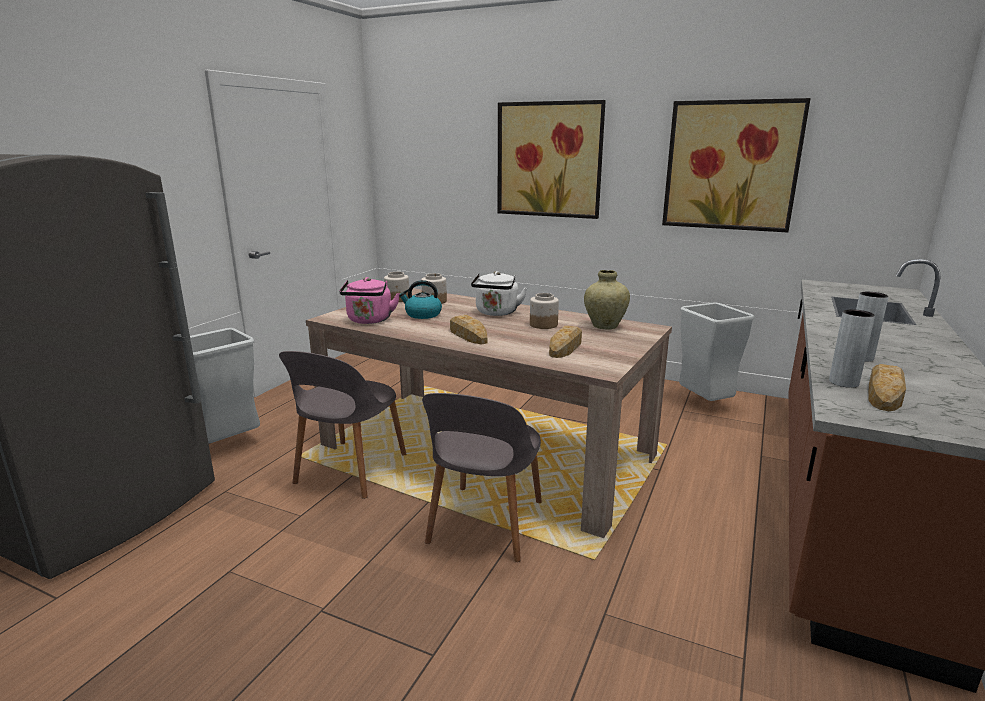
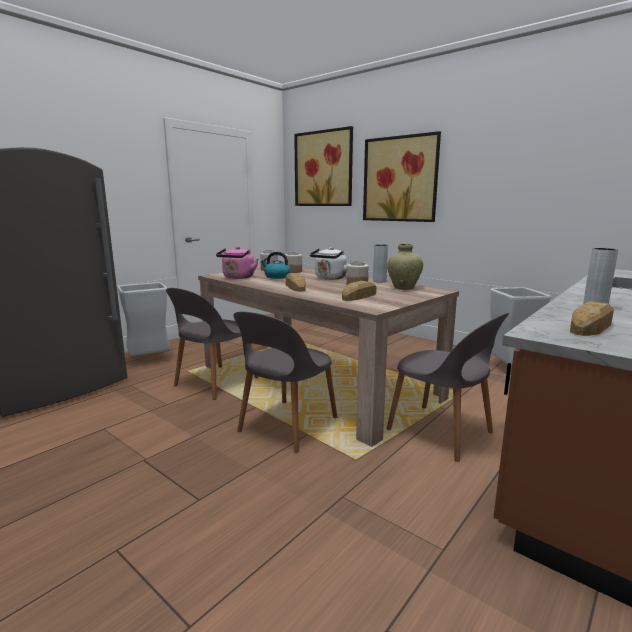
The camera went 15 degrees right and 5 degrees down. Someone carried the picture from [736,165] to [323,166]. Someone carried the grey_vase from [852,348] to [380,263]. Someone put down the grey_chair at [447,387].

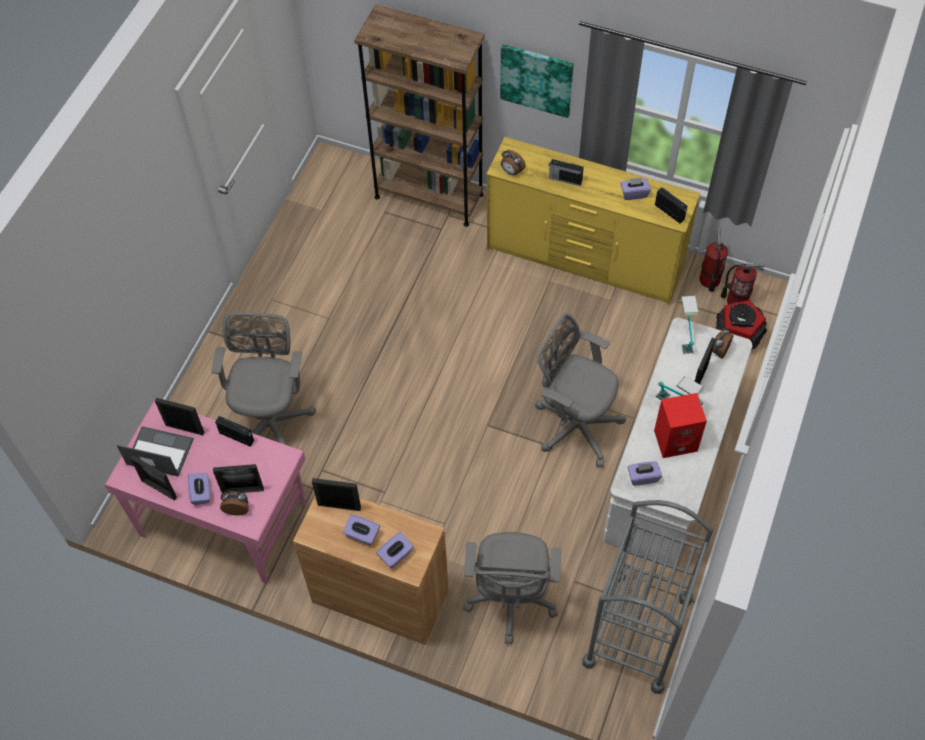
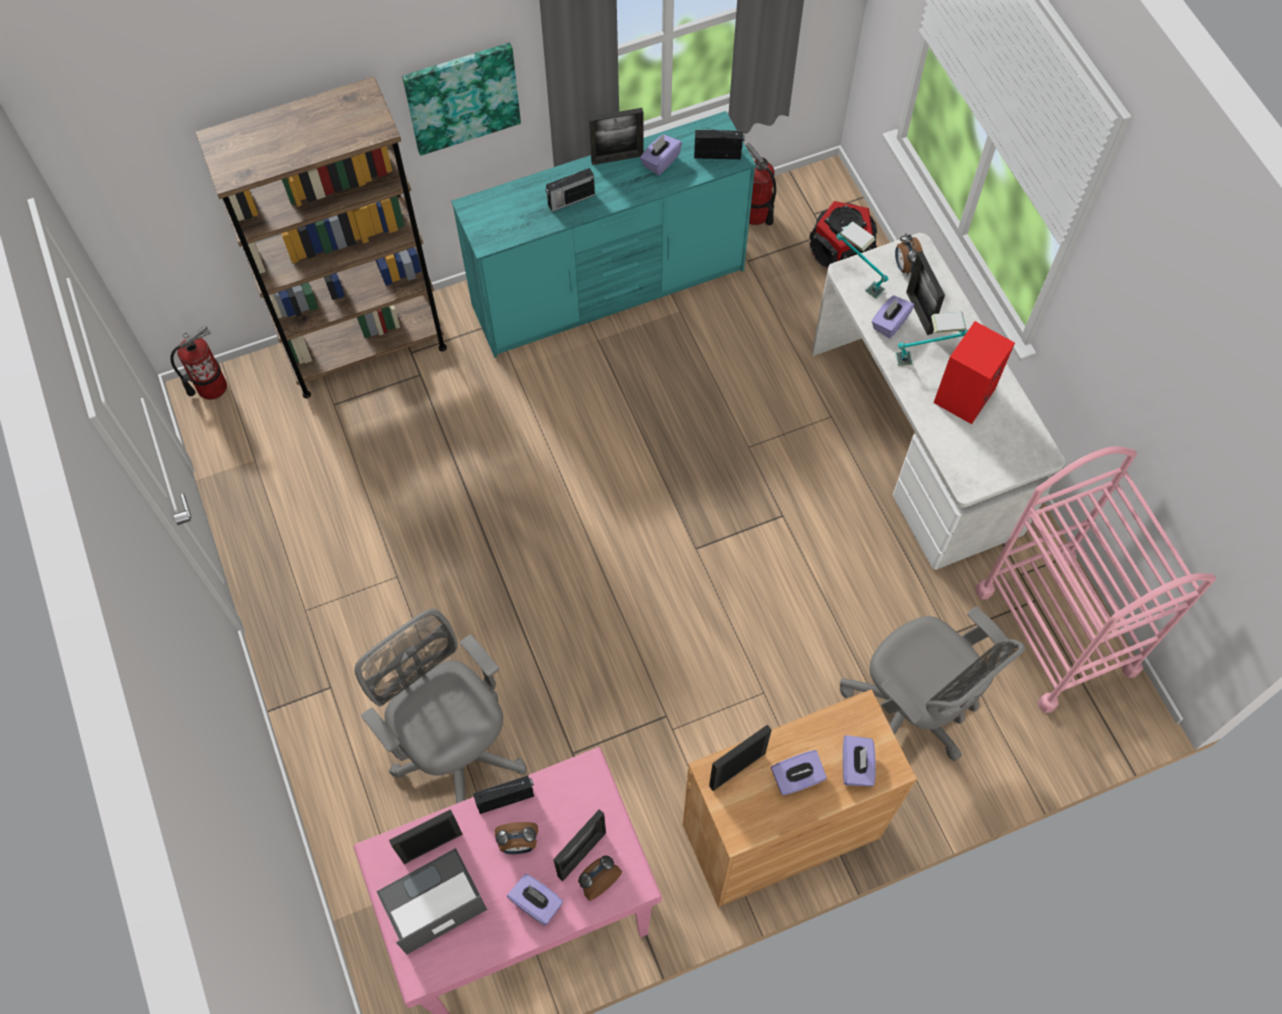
The camera went 45 degrees left and 5 degrees up. Someone carried the fire_extinguisher from [743,282] to [198,362]. Someone repainted the yellow_dresser at [593,221], which became the turquoise_dresser at [603,234]. Someone carried the alarm_clock from [513,163] to [516,838]. Someone carried the picture_frame from [153,478] to [616,136]. Someone carried the purple_tissue_box from [645,474] to [892,317]. Someone repainted the grey_cart at [647,597], which became the pink_cart at [1095,579]. Someone took away the grey_office_chair at [580,390].

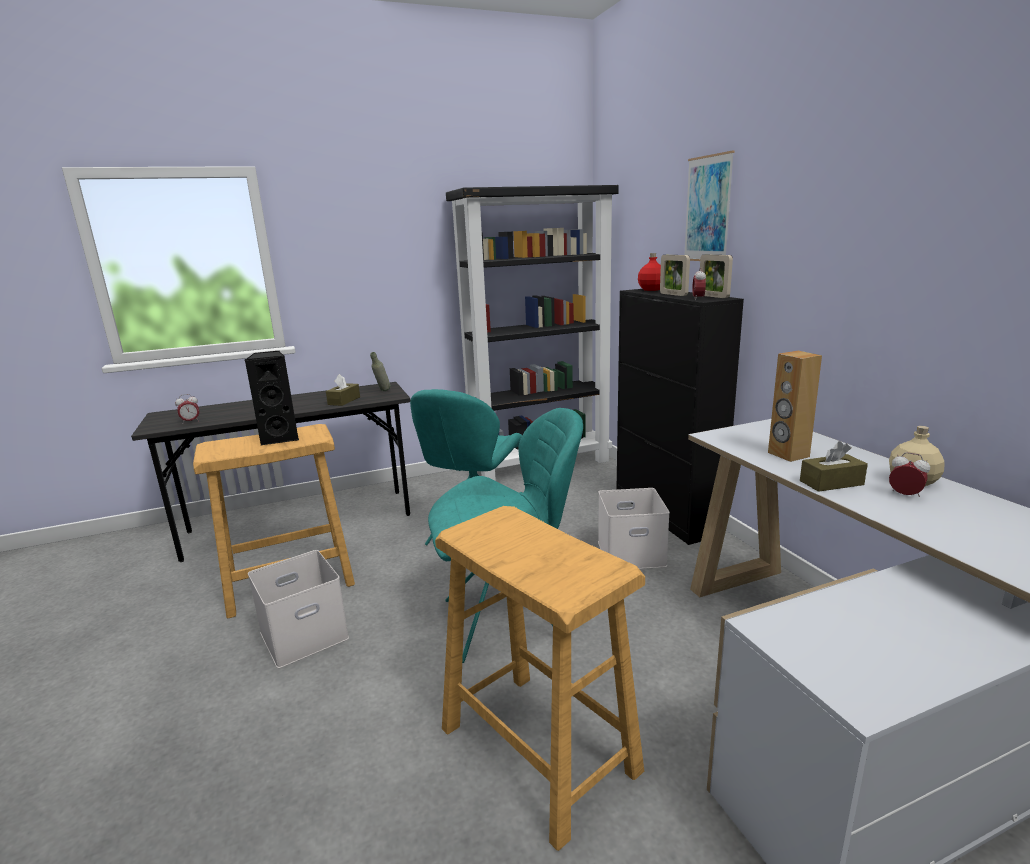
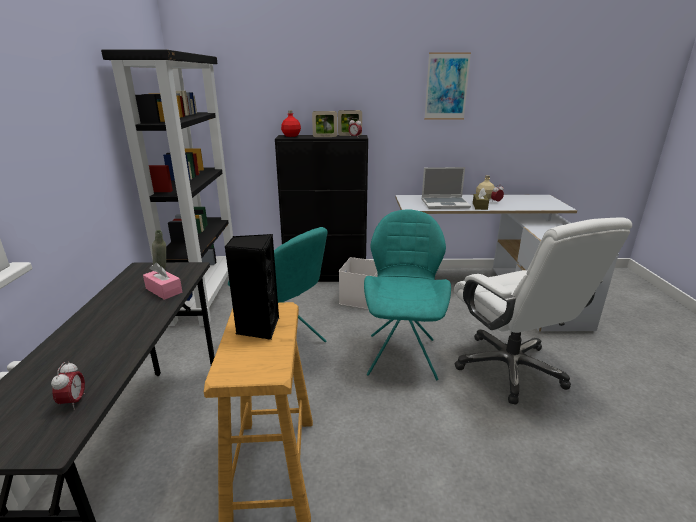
The camera went 70 degrees left and 5 degrees up. Someone repainted the brown_tissue_box at [343,390], which became the pink_tissue_box at [162,281]. Someone swapped the brown_speaker at [795,406] for the laptop at [446,188]. Someone carried the picture from [710,205] to [447,86]. Someone swapped the beige_stool at [540,678] for the white_office_chair at [543,311]. Someone took away the white_storage_box at [298,609].

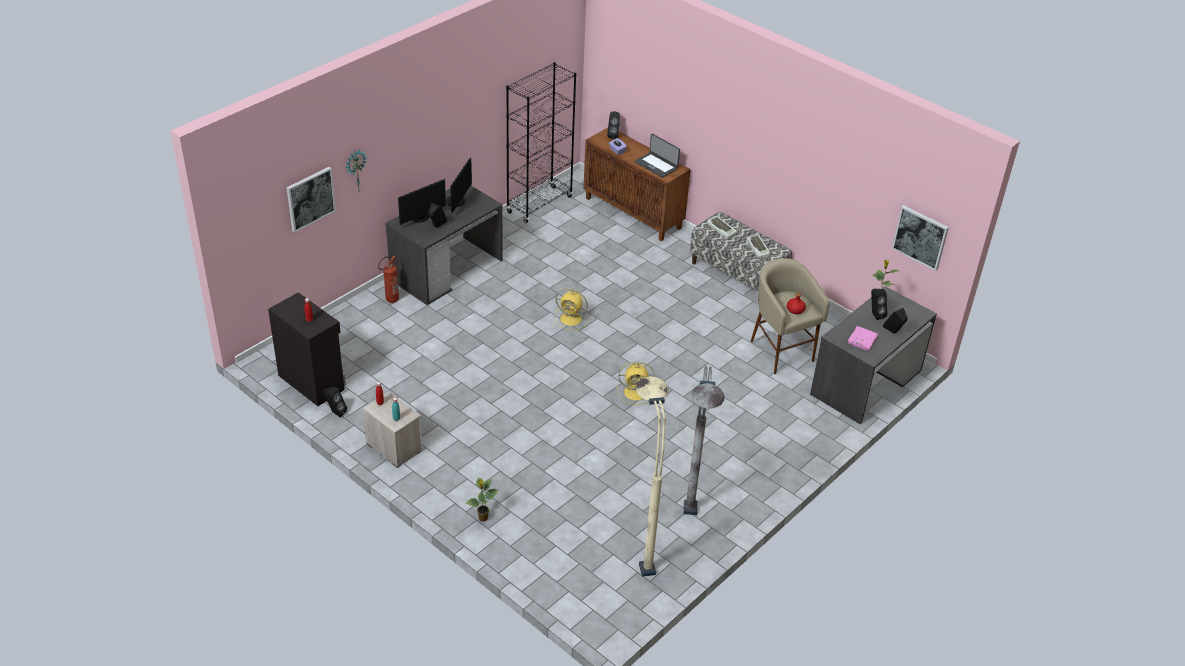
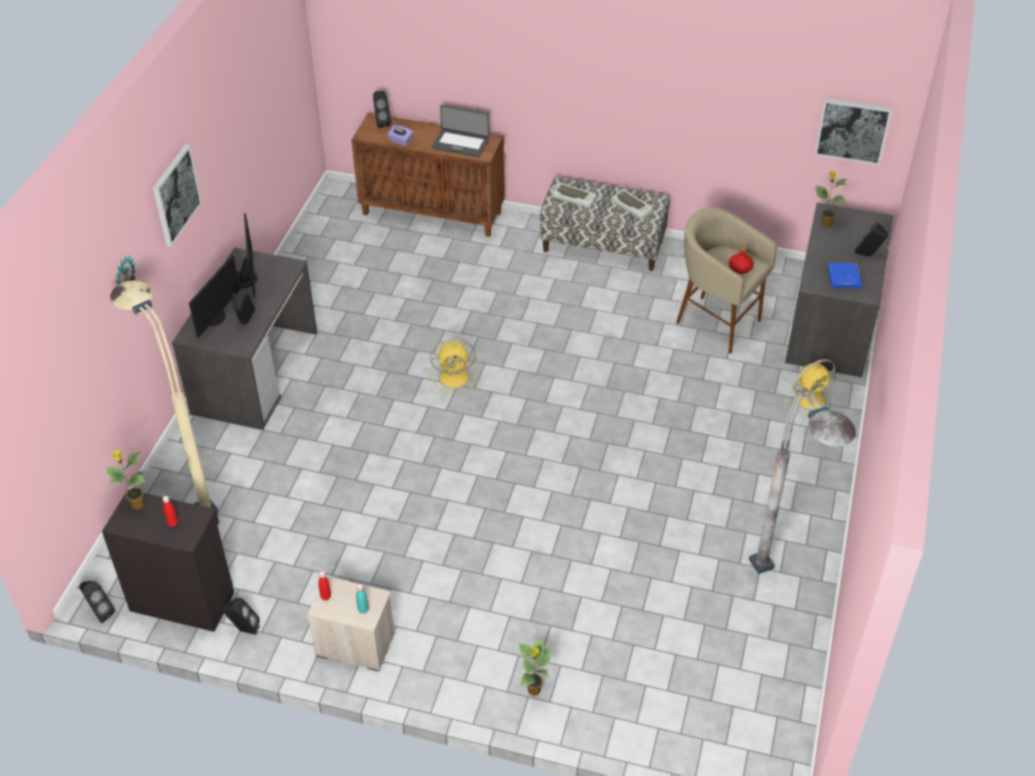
The camera went 25 degrees left and 5 degrees up. Someone carried the black_speaker from [879,304] to [97,602]. Someone put down the potted_plant at [125,480]. Someone carried the beige_floor_lamp from [652,477] to [164,396]. Someone carried the picture from [311,200] to [177,195]. Someone carried the yellow_fan from [636,383] to [810,387]. Someone repainted the pink_book at [863,338], which became the blue_book at [845,275]. Someone took away the fire_extinguisher at [388,279]. Someone took away the black_bookcase at [541,142].

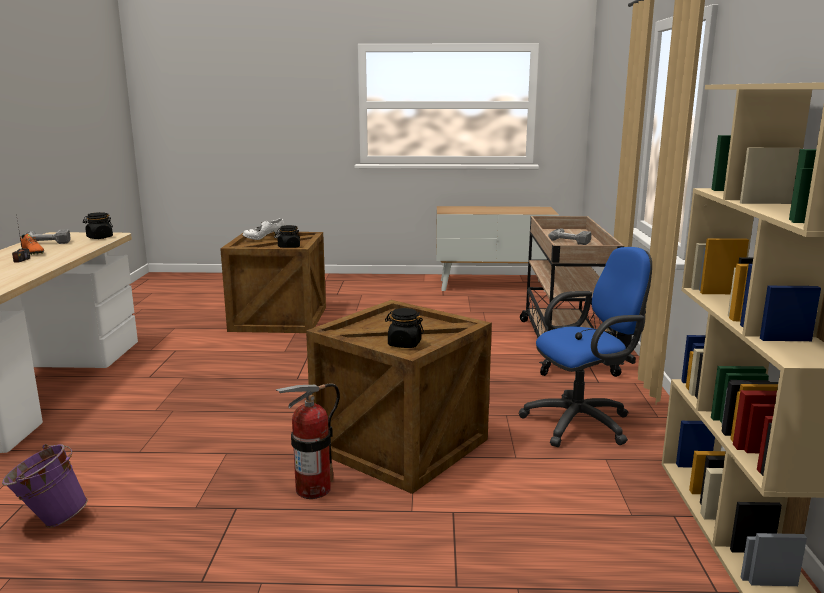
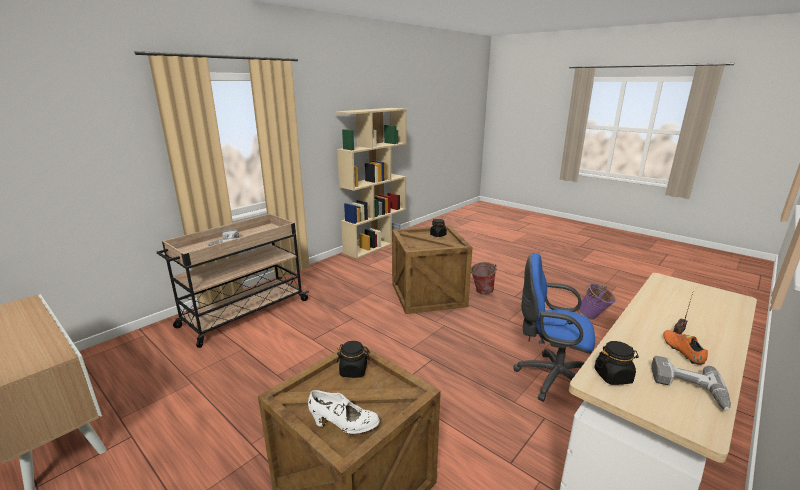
The camera went 140 degrees left and 5 degrees up. Someone swapped the fire_extinguisher at [308,441] for the bucket at [483,278]. Someone carried the blue_office_chair from [585,347] to [554,327].

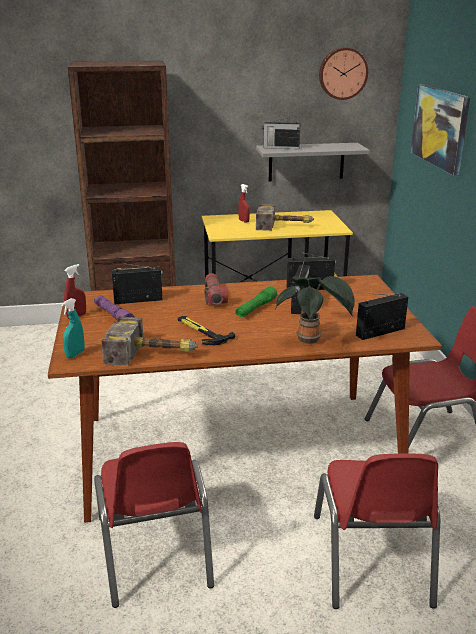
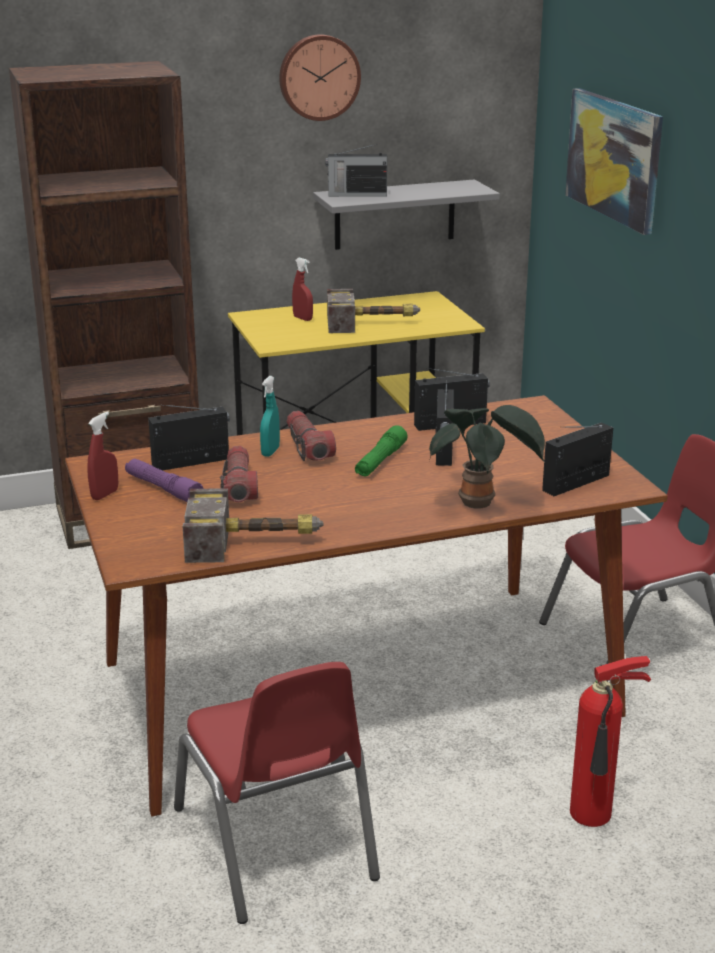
The camera went 10 degrees left and 0 degrees up. Someone put down the flashlight at [239,474]. Someone carried the turquoise_spray_bottle from [73,328] to [270,416]. Someone carried the wall_clock from [343,73] to [320,77]. Someone swapped the red_chair at [377,531] for the fire_extinguisher at [610,741]. Someone took away the hammer at [206,330].

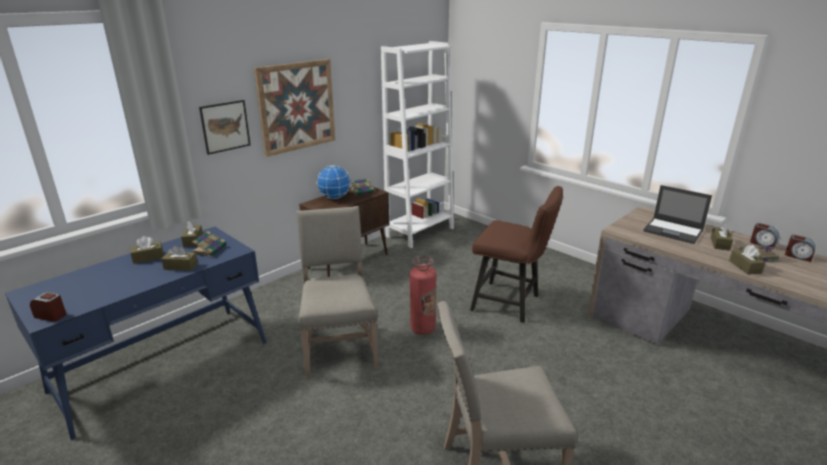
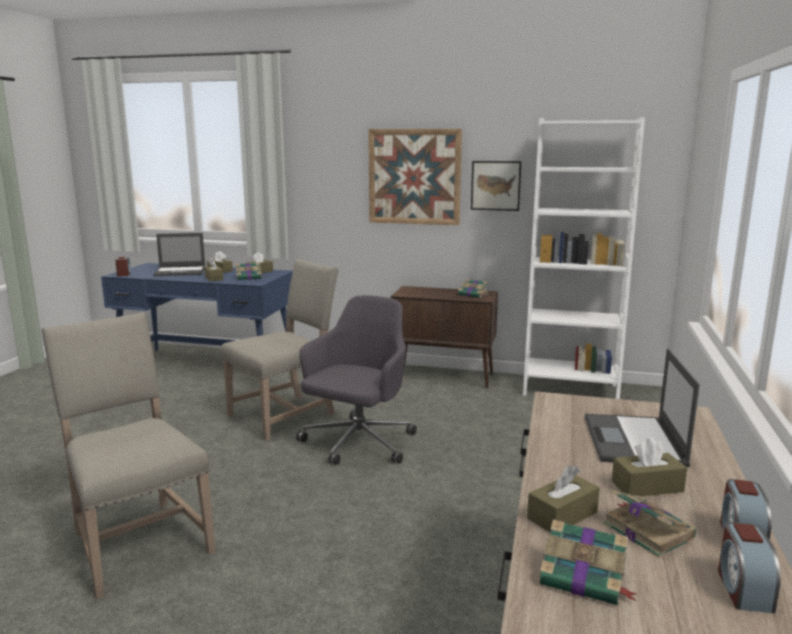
The camera went 60 degrees right and 10 degrees down. Someone put down the laptop at [179,254]. Someone swapped the fire_extinguisher at [423,295] for the grey_office_chair at [356,380]. Someone carried the picture from [225,127] to [496,186]. Someone put down the book at [588,562]. Someone took away the globe at [334,182]. Someone took away the brown_chair at [516,254].

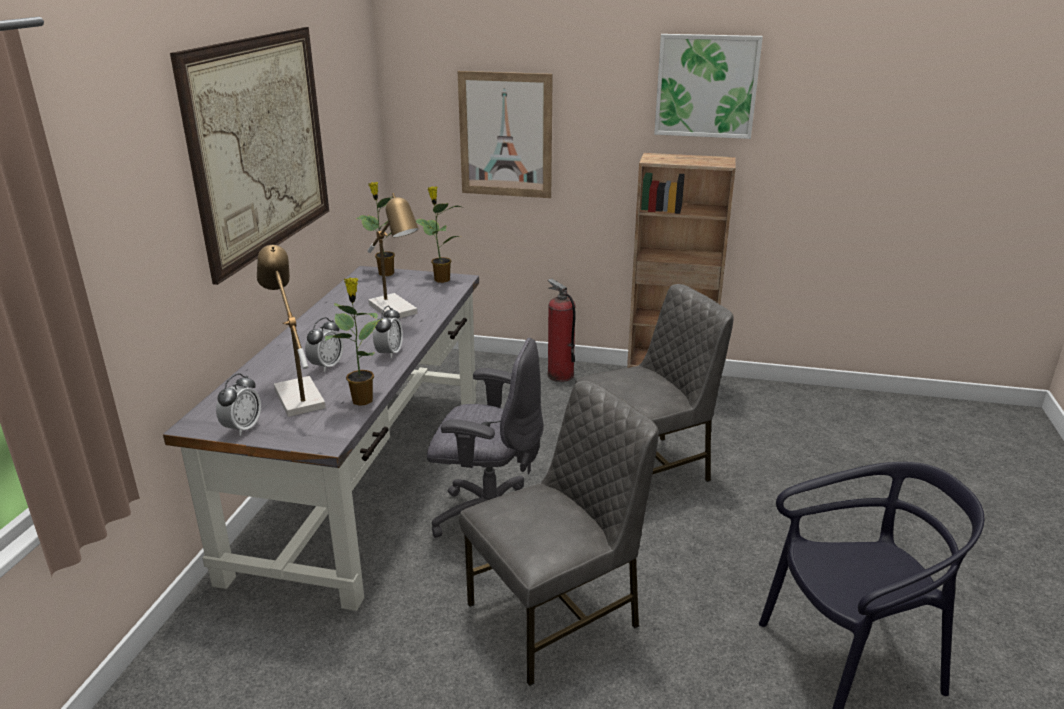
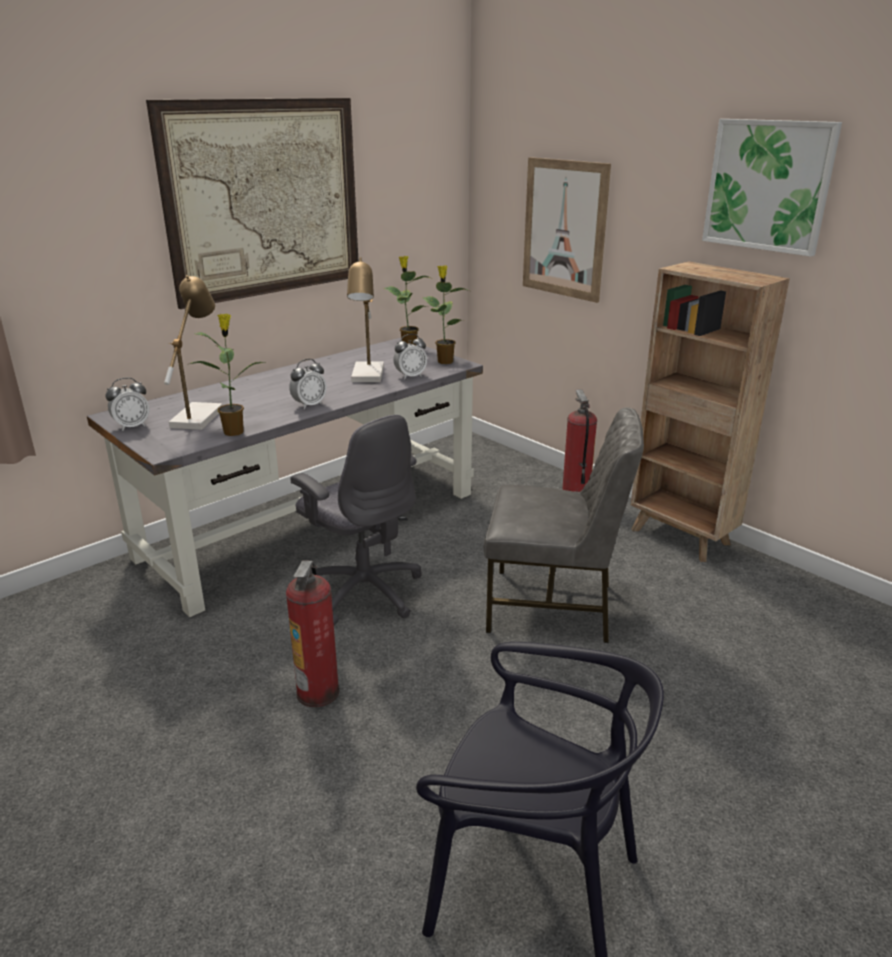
The camera went 35 degrees right and 0 degrees up. Someone swapped the grey_chair at [559,533] for the fire_extinguisher at [312,634]. Someone carried the alarm_clock from [324,344] to [410,356].

